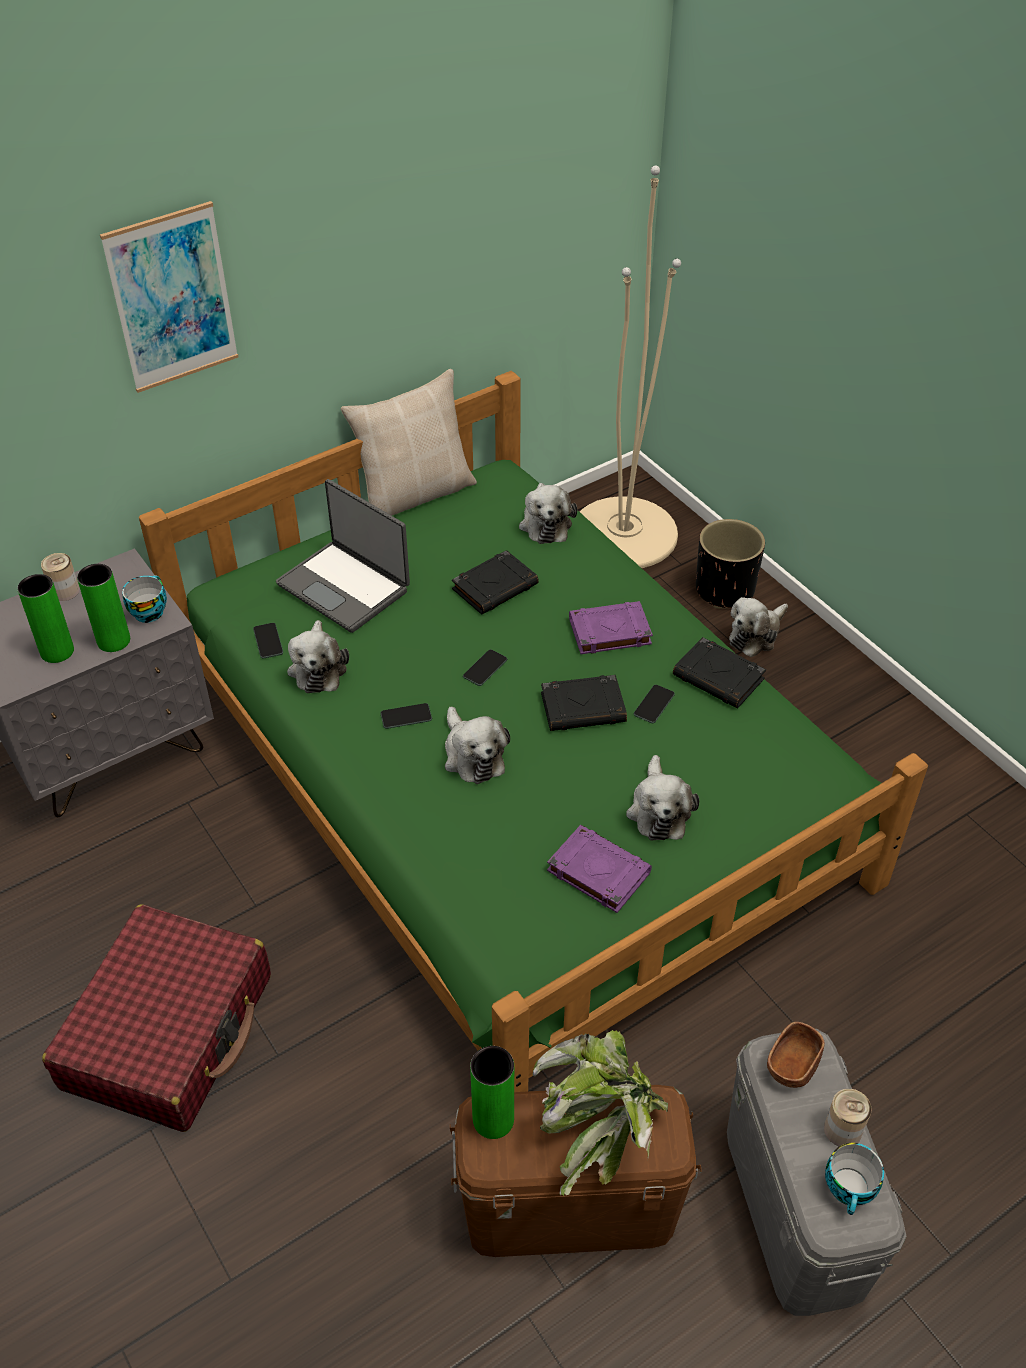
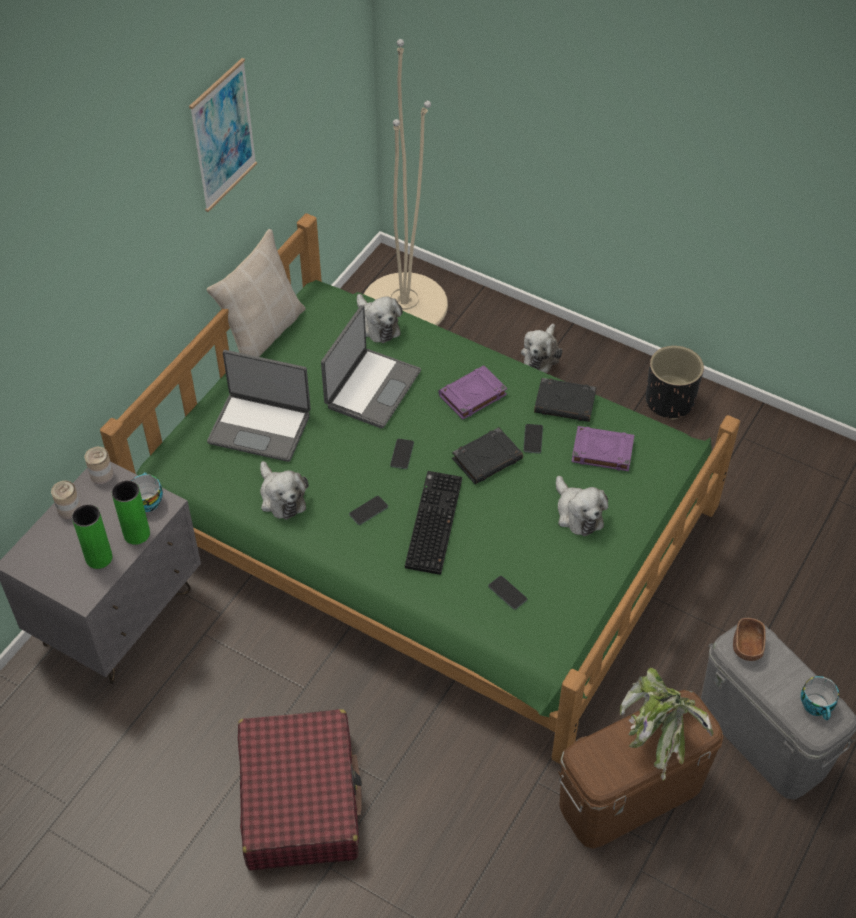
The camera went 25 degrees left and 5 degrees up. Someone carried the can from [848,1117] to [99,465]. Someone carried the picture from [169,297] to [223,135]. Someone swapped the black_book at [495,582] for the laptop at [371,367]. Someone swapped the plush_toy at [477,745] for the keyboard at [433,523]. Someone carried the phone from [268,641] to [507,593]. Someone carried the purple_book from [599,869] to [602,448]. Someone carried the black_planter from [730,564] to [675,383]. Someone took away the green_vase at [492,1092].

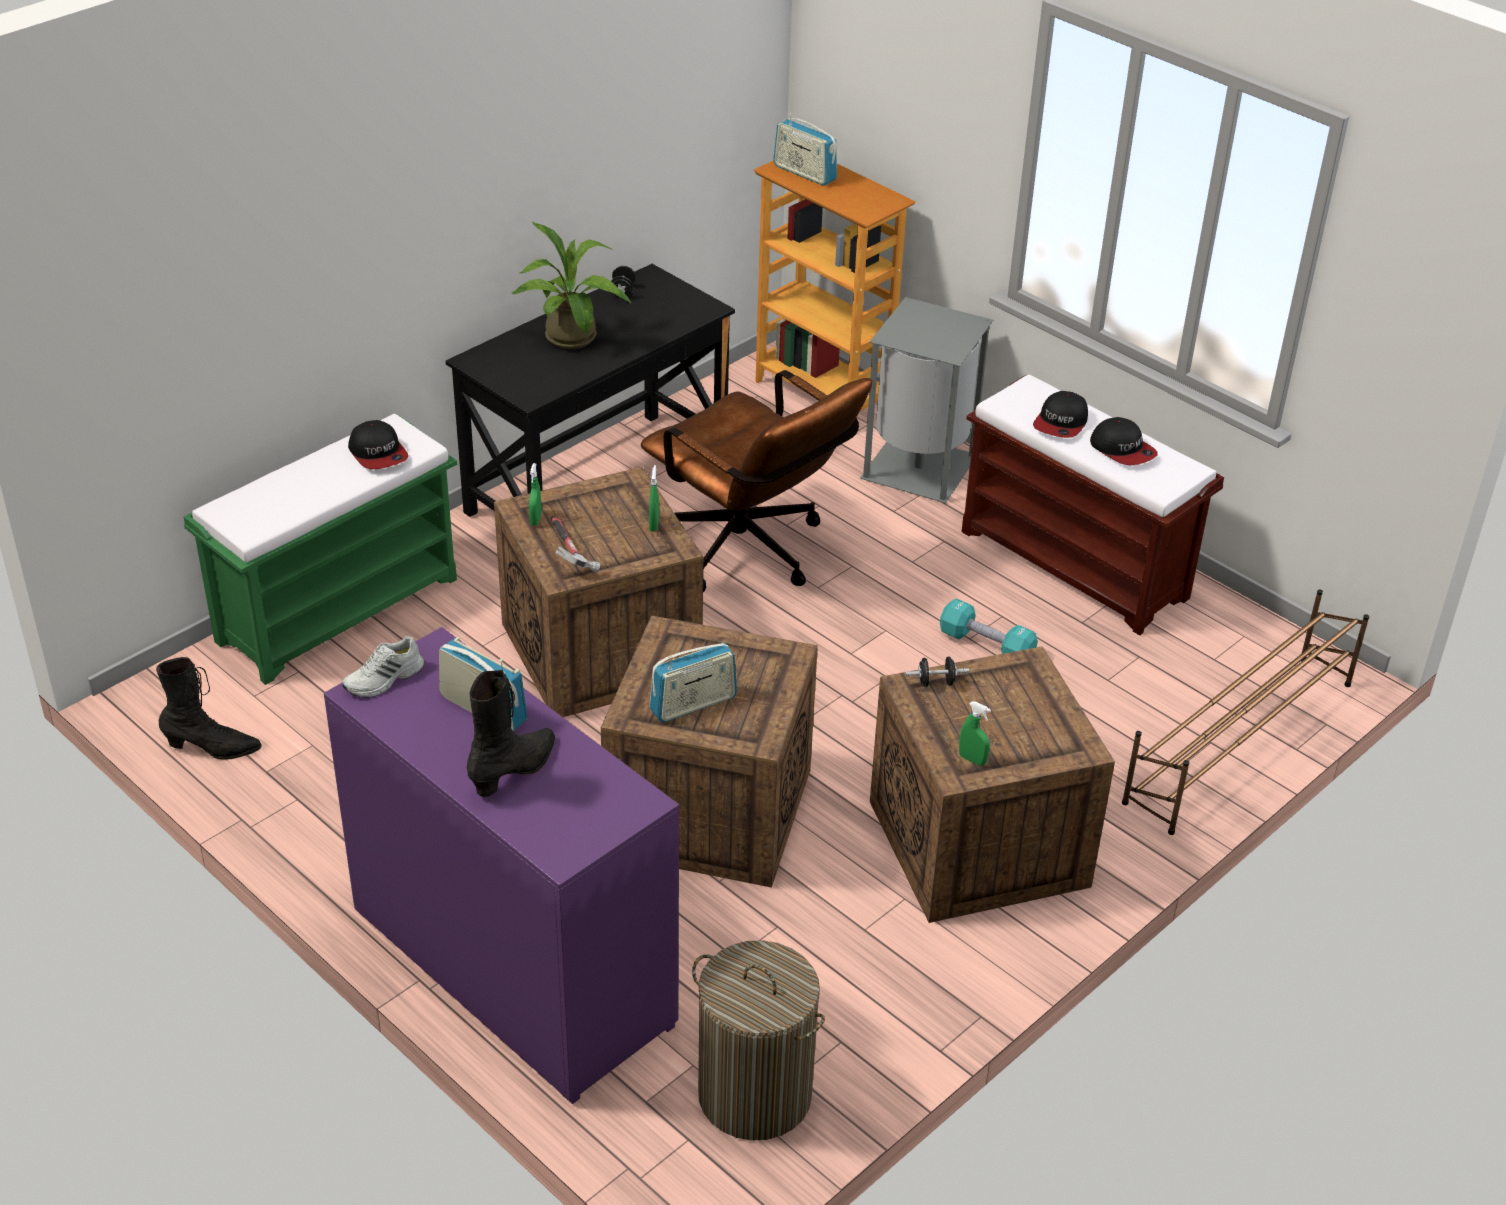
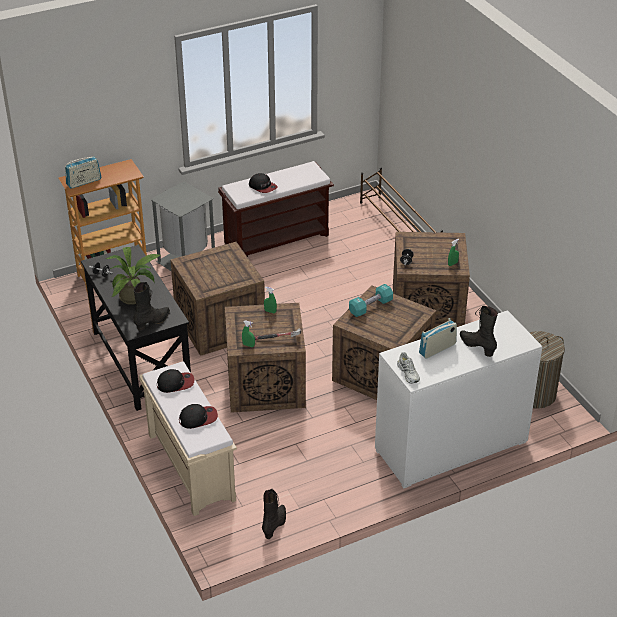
The camera went 70 degrees left and 0 degrees up. Someone put down the black_boot at [151,306]. Someone repainted the green_bench at [320,549], which became the beige_bench at [188,439]. Someone swapped the brown_office_chair at [756,481] for the crate at [217,299]. Someone carried the cap from [1123,441] to [198,416]. Someone carried the turquoise_dumbbell from [989,626] to [371,300]. Someone repainted the purple_dresser at [501,865], which became the white_dresser at [458,399]. Someone took away the radio at [693,682].

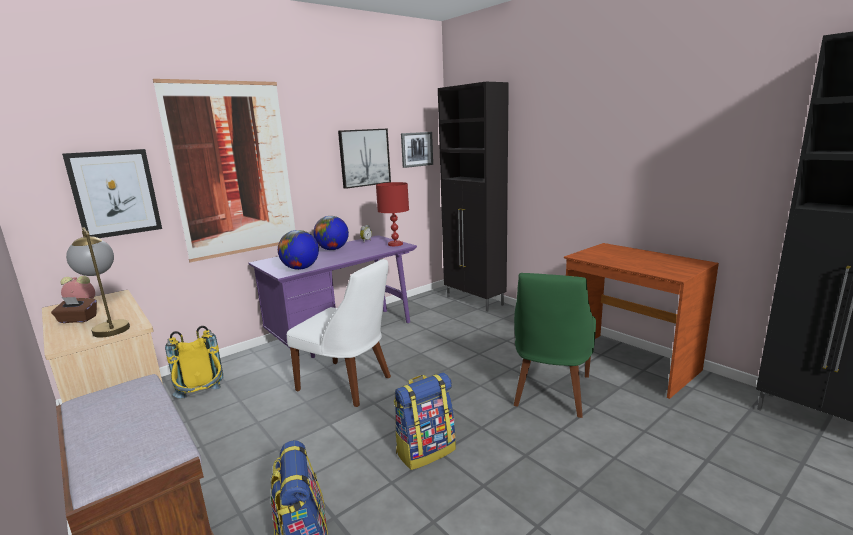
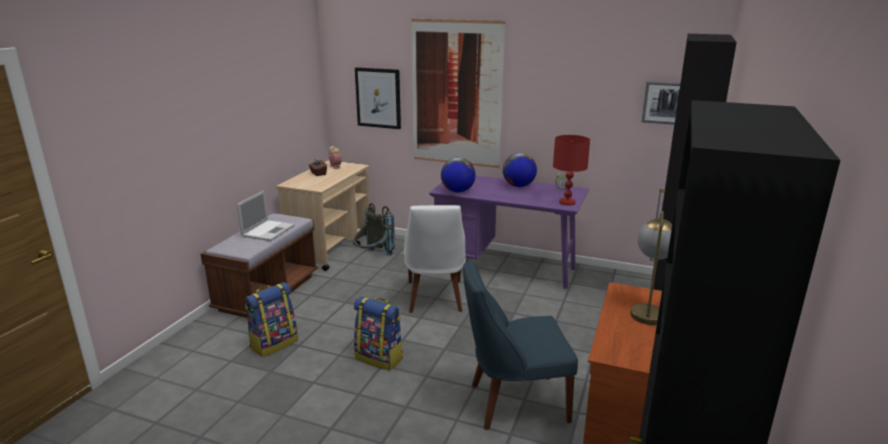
The camera went 60 degrees right and 5 degrees up. Someone put down the laptop at [266,216]. Someone repainted the yellow_backpack at [194,362], which became the grey_backpack at [374,229]. Someone repainted the green_chair at [555,345], which became the blue_chair at [520,345]. Someone carried the table_lamp from [98,282] to [651,268]. Someone took away the picture at [364,158].

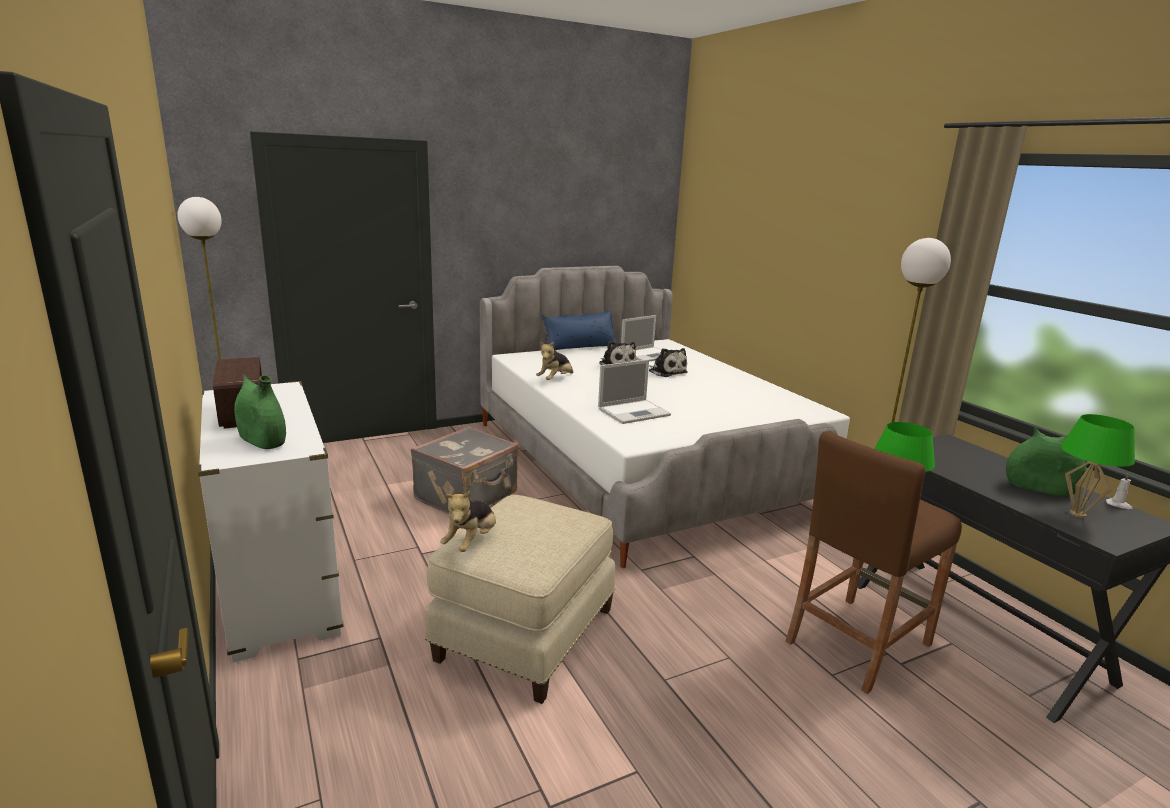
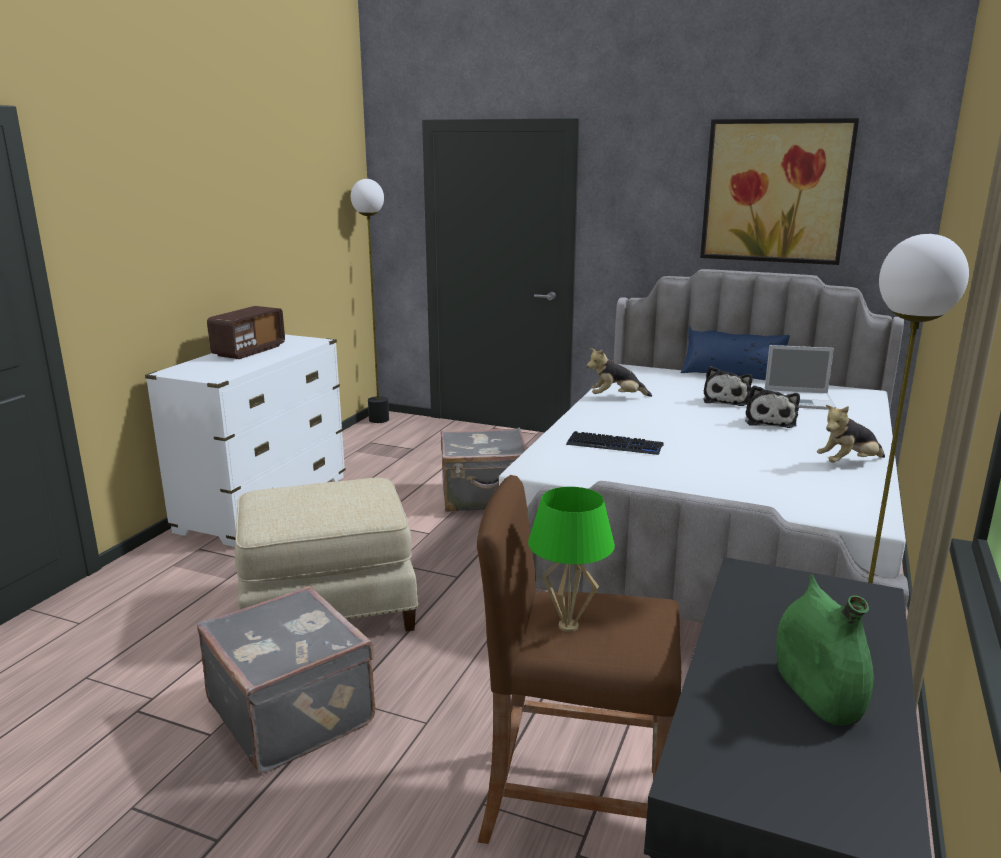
The camera went 50 degrees right and 0 degrees up. Someone put down the grey_suitcase at [286,679]. Someone swapped the laptop at [634,392] for the keyboard at [615,443]. Someone put up the picture at [779,191]. Someone carried the plush_toy from [468,521] to [851,433]. Someone took away the green_vase at [260,411]. Someone took away the green_table_lamp at [1098,466]. Someone took away the white_candle at [1119,491].

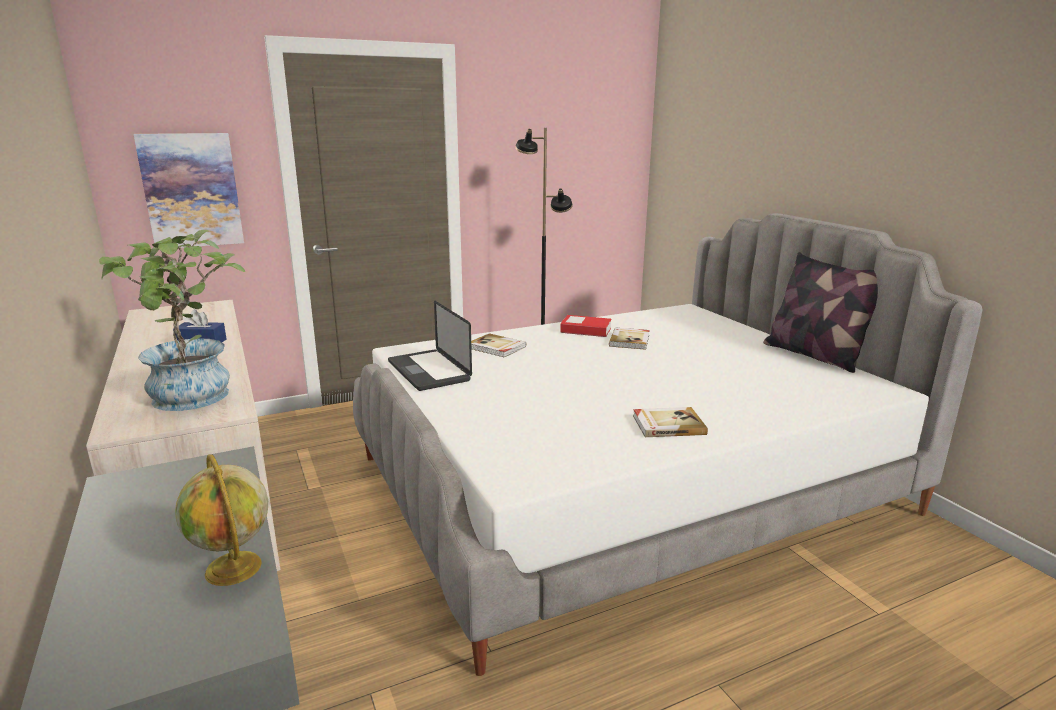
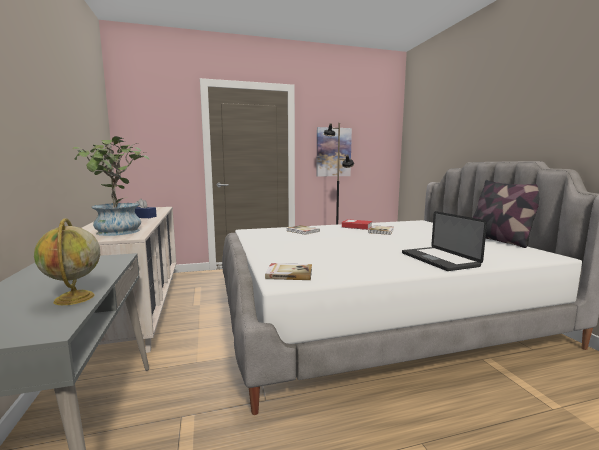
The camera went 10 degrees right and 10 degrees down. Someone carried the book from [670,422] to [288,271]. Someone carried the picture from [188,190] to [334,151]. Someone carried the laptop from [430,345] to [444,241].

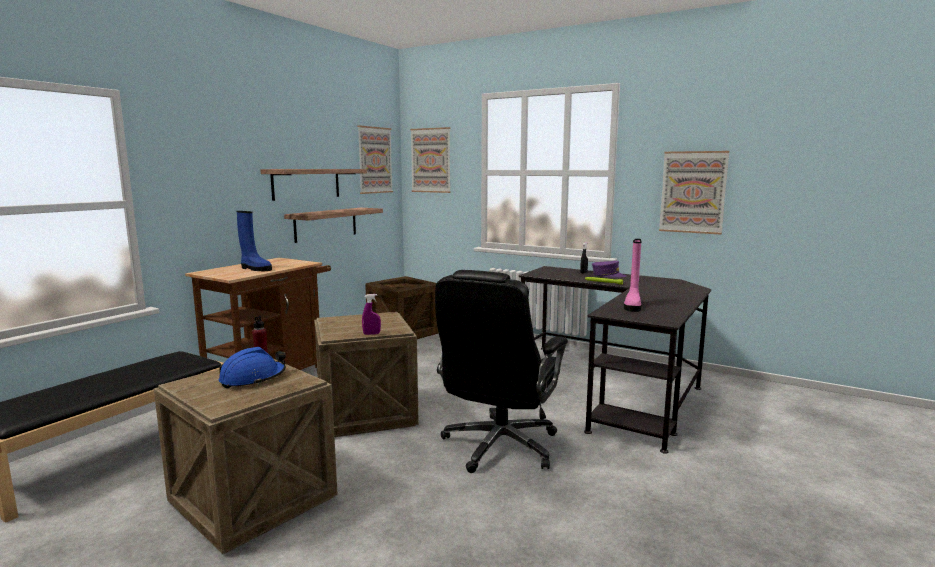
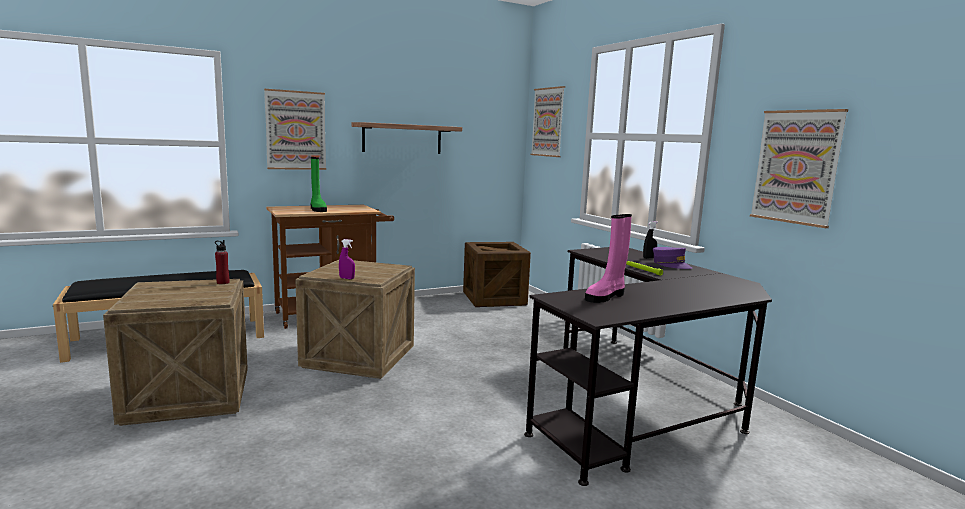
The camera went 30 degrees right and 0 degrees up. Someone carried the picture from [375,159] to [295,129]. Someone repainted the blue_boot at [254,241], which became the green_boot at [318,184]. Someone took away the blue_hard_hat at [252,368]. Someone took away the shelf at [333,225]. Someone took away the black_office_chair at [501,371].

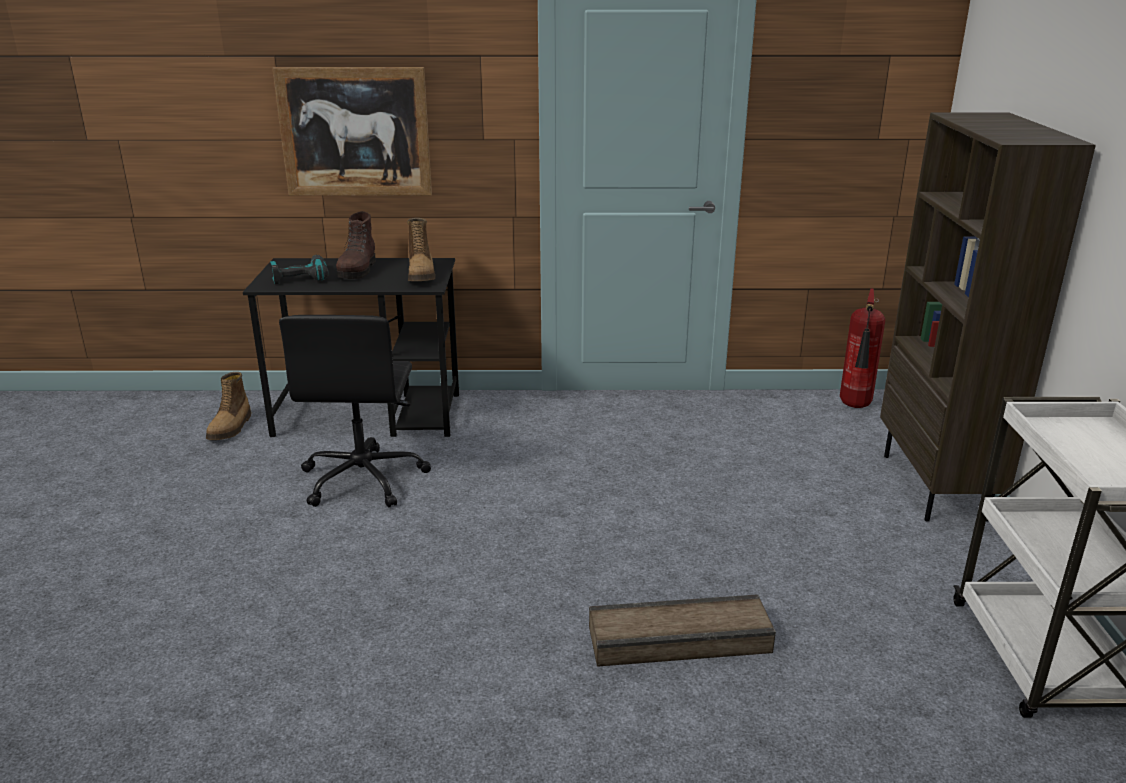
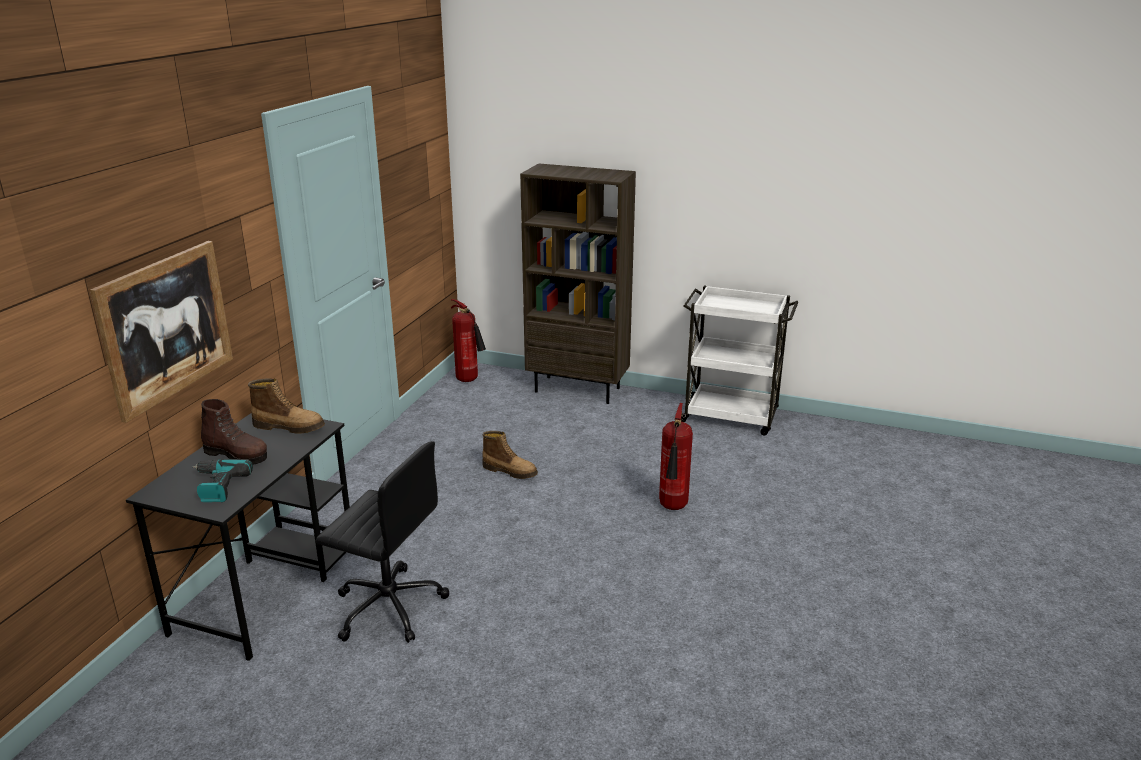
The camera went 70 degrees left and 0 degrees up. Someone carried the boot from [228,406] to [510,455]. Someone swapped the crate at [682,630] for the fire_extinguisher at [676,456].

